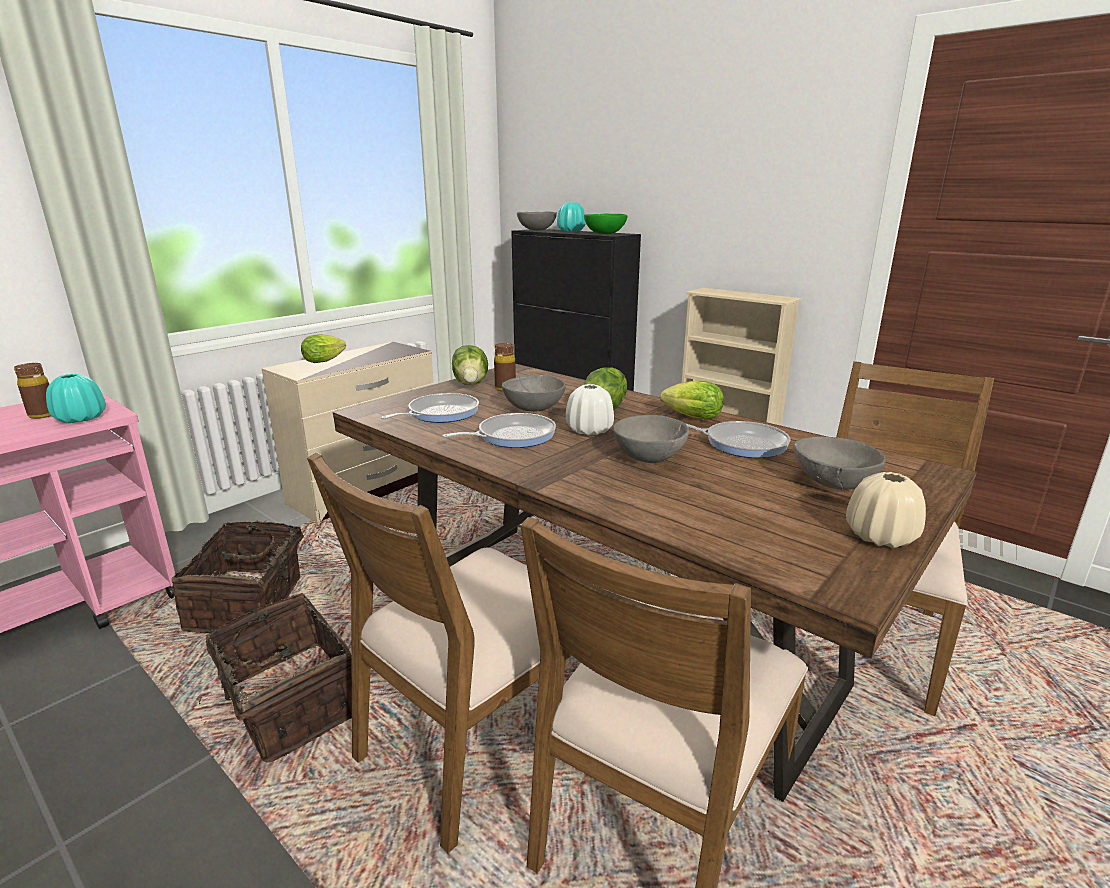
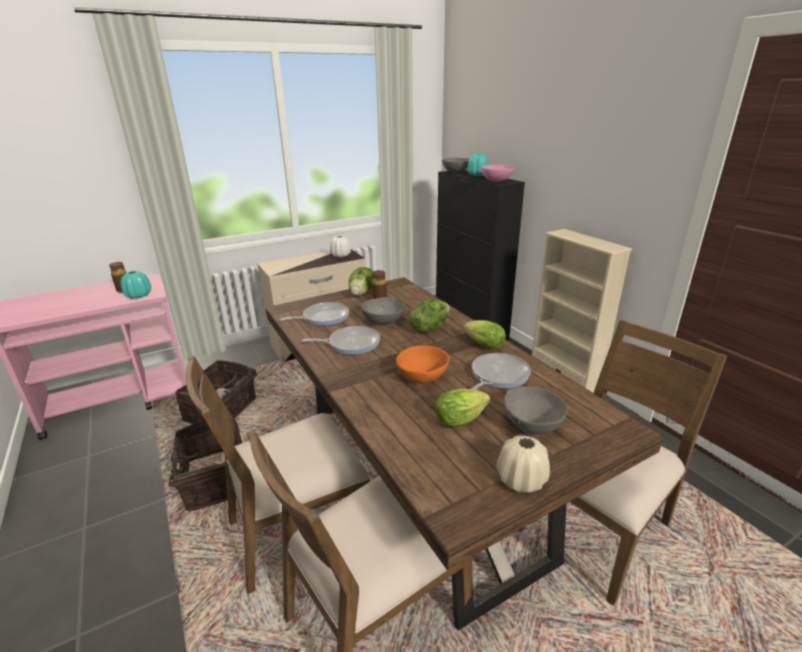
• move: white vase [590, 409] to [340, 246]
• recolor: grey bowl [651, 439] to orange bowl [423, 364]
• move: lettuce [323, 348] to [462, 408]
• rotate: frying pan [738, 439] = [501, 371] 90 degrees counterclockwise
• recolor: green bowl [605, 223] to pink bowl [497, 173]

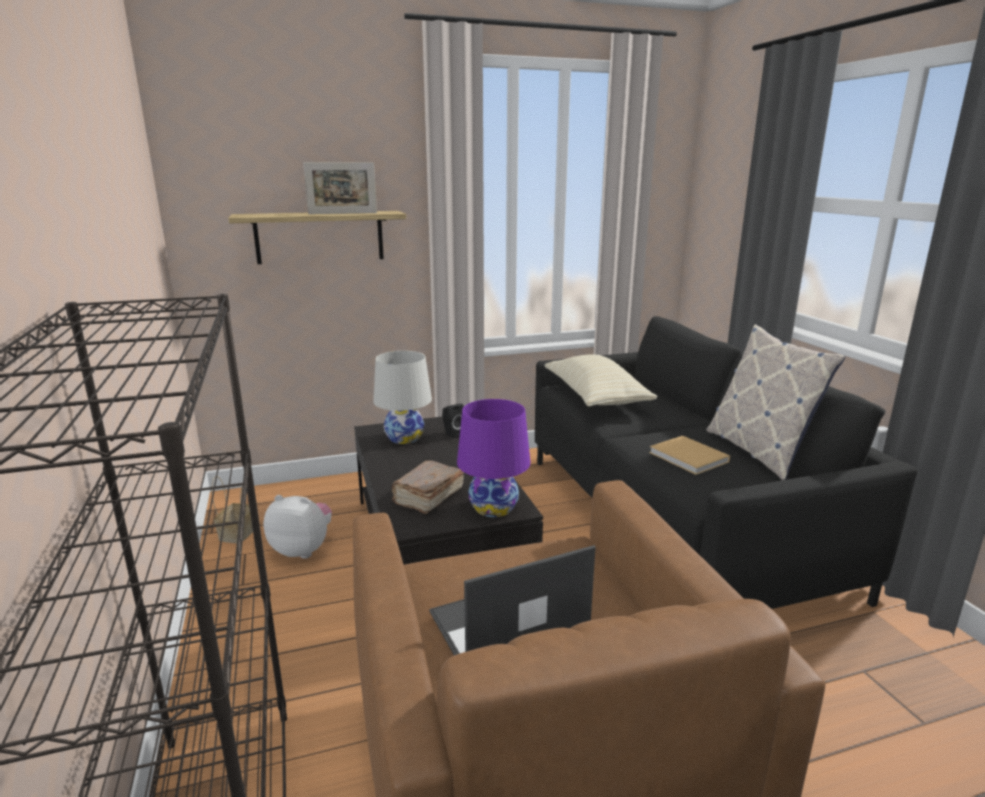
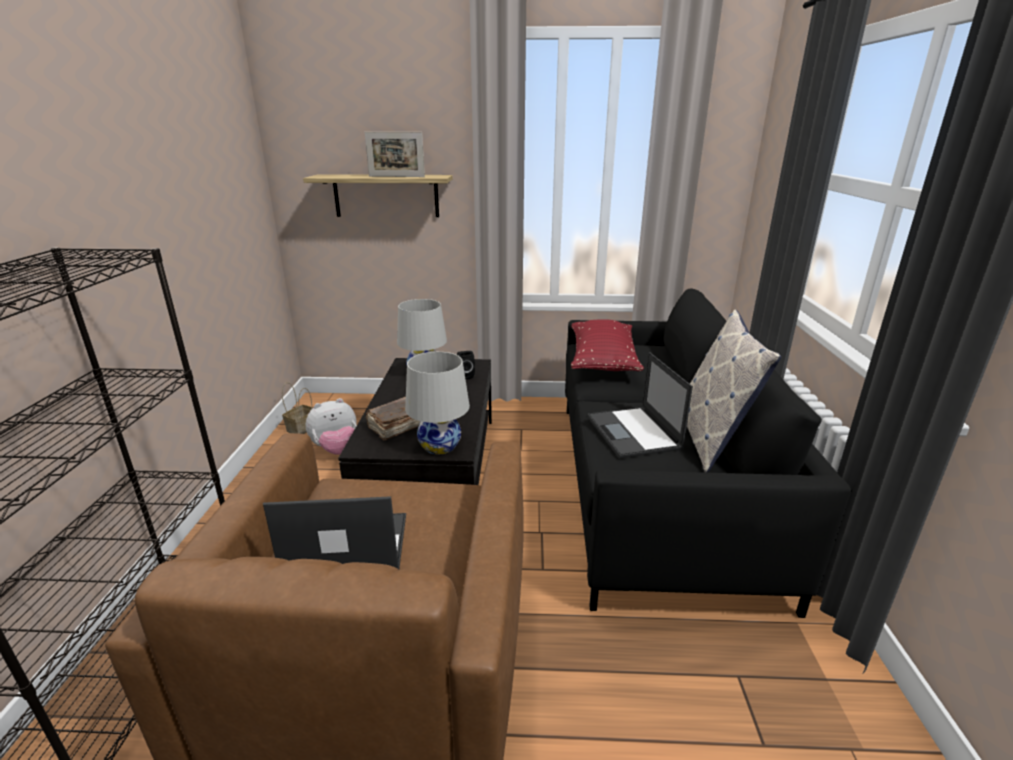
• rotate: plush toy [297, 527] = [331, 426] 120 degrees clockwise
• recolor: purple table lamp [493, 458] to white table lamp [437, 403]
• recolor: beige pillow [600, 380] to red pillow [607, 345]
• replace: beige book [689, 455] to laptop [640, 405]

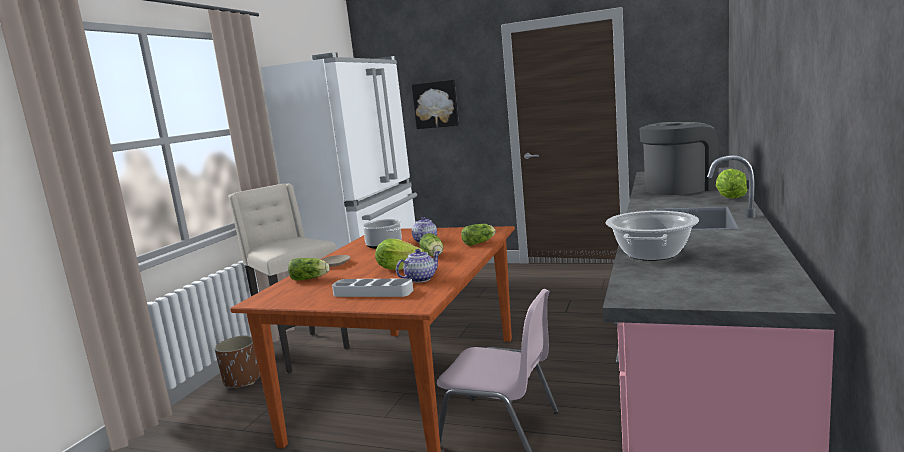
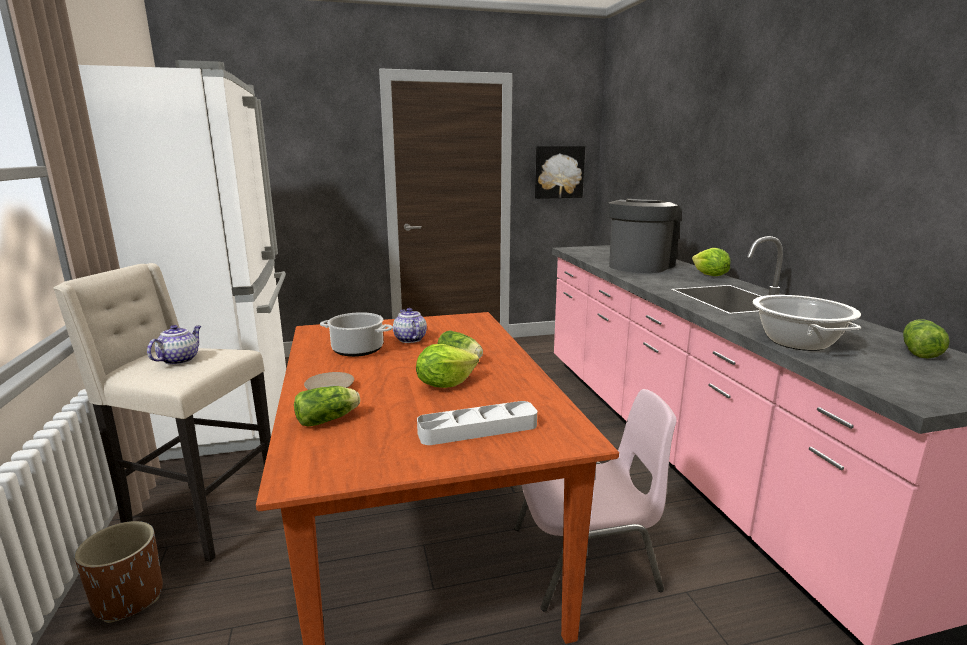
• move: teapot [418, 266] to [174, 345]
• move: picture [435, 104] to [560, 172]
• move: lettuce [478, 235] to [926, 339]

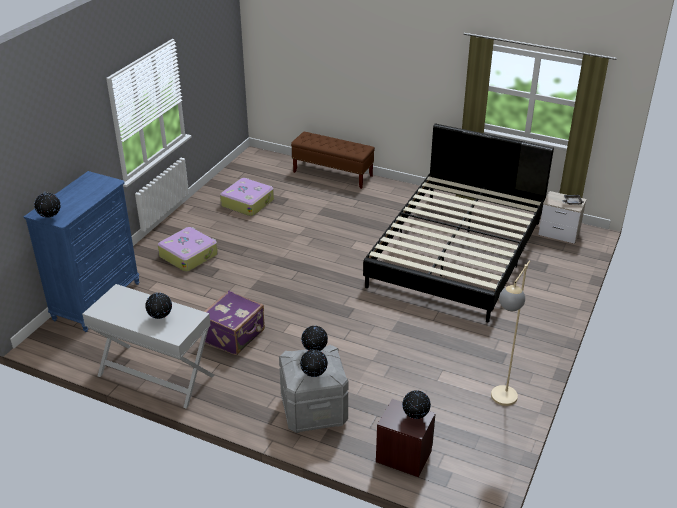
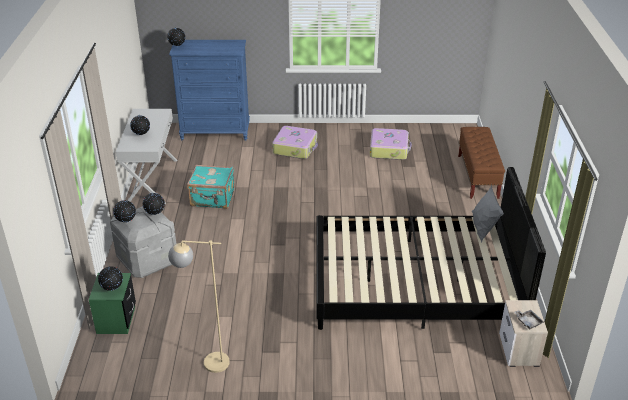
• recolor: brown nightstand [406, 438] to green nightstand [112, 303]
• recolor: purple suitcase [234, 322] to turquoise suitcase [211, 187]
• insert: grey pillow [488, 214]

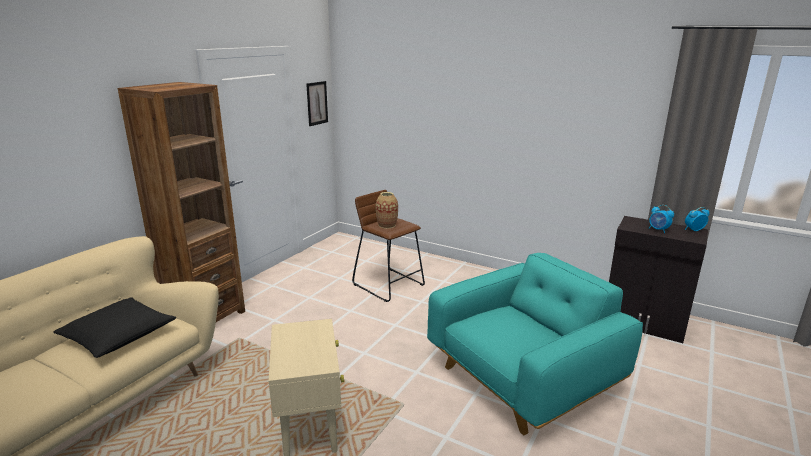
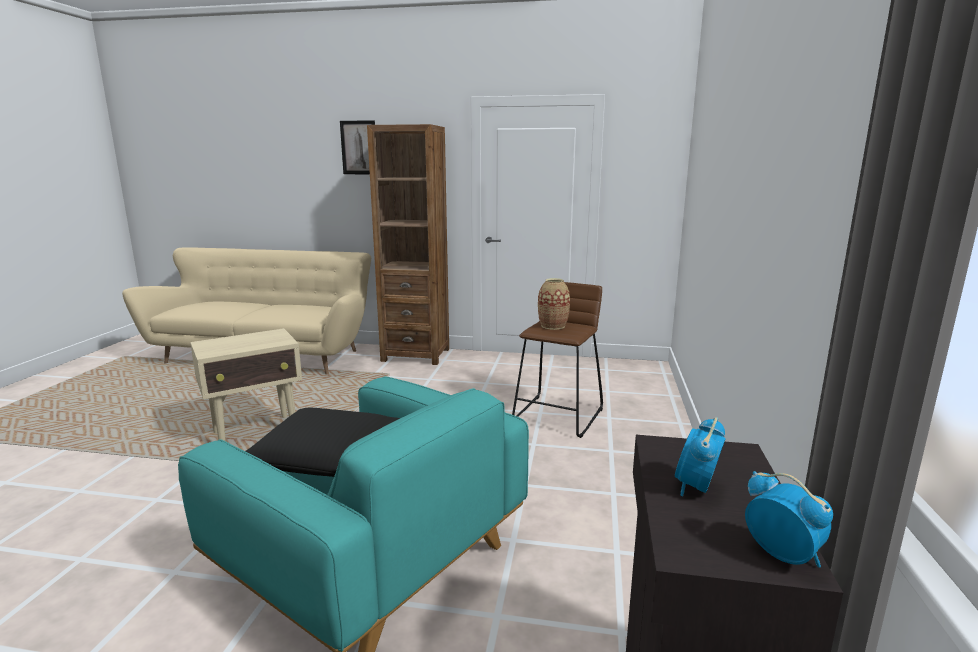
• move: black pillow [114, 327] to [323, 442]
• move: picture [317, 103] to [357, 147]

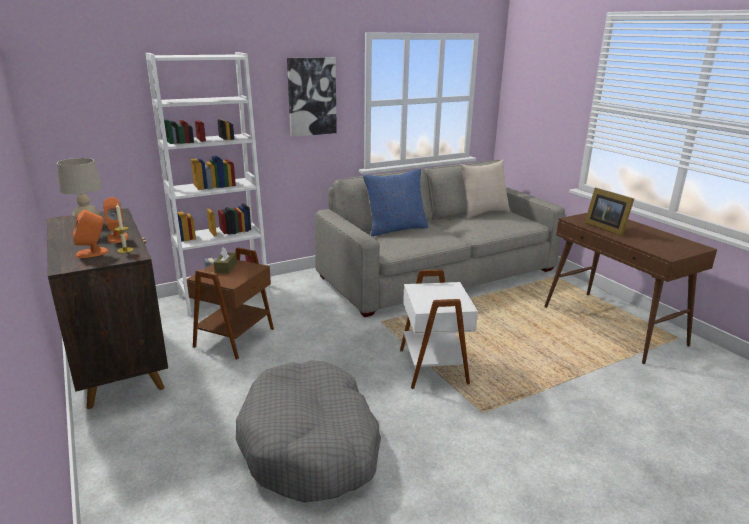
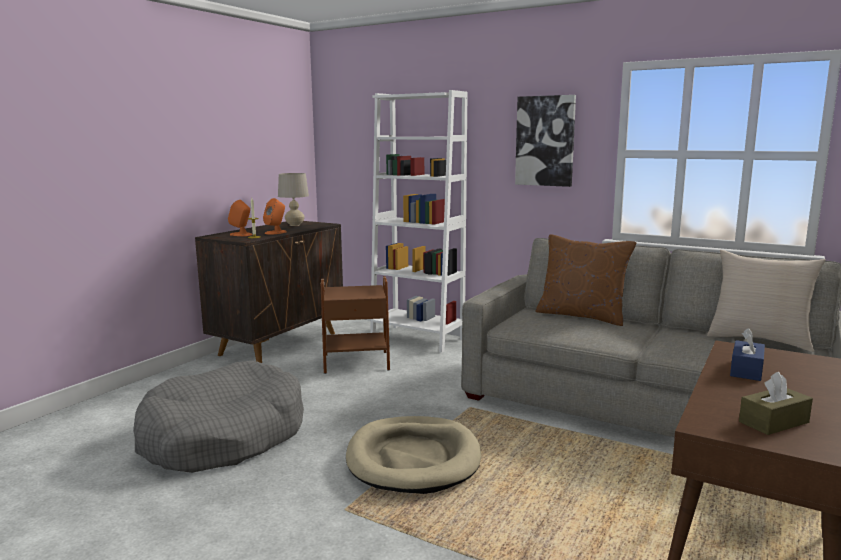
• replace: white side table [439, 329] to beige dog bed [413, 455]
• recolor: blue pillow [395, 202] to brown pillow [585, 280]
• replace: picture frame [609, 212] to blue tissue box [747, 354]
• move: brown tissue box [225, 260] to [776, 403]

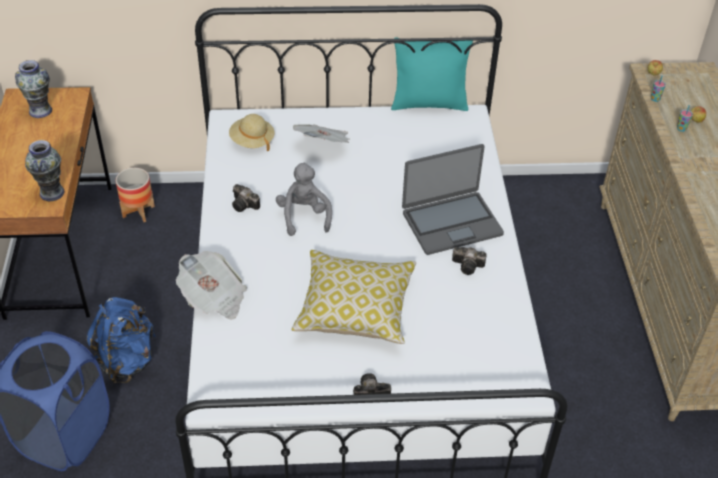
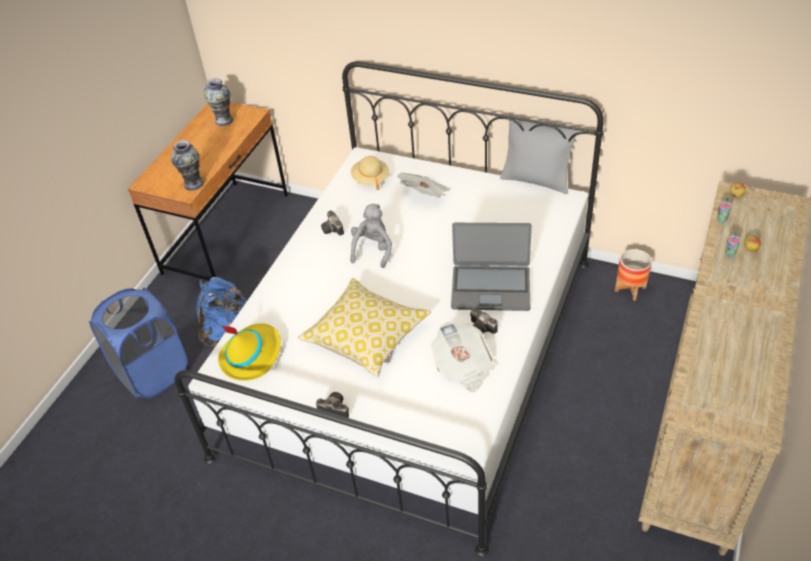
• insert: yellow hat [249, 352]
• move: newspaper [211, 285] to [463, 357]
• recolor: turquoise pillow [432, 74] to grey pillow [539, 154]
• move: planter [135, 195] to [633, 275]

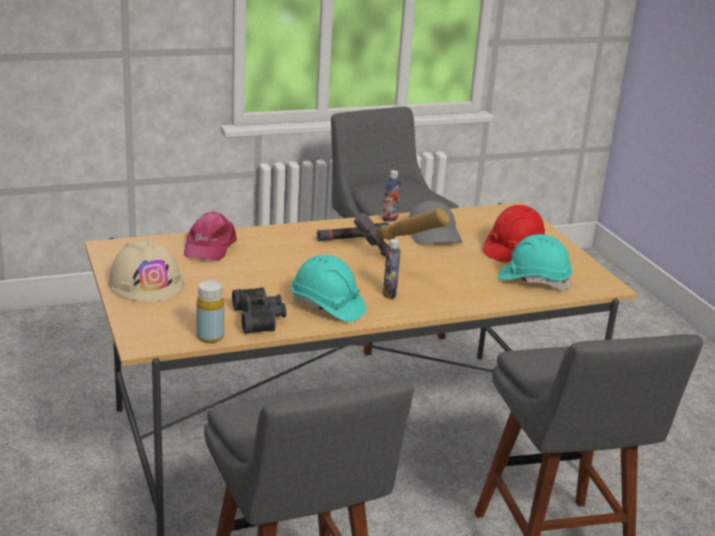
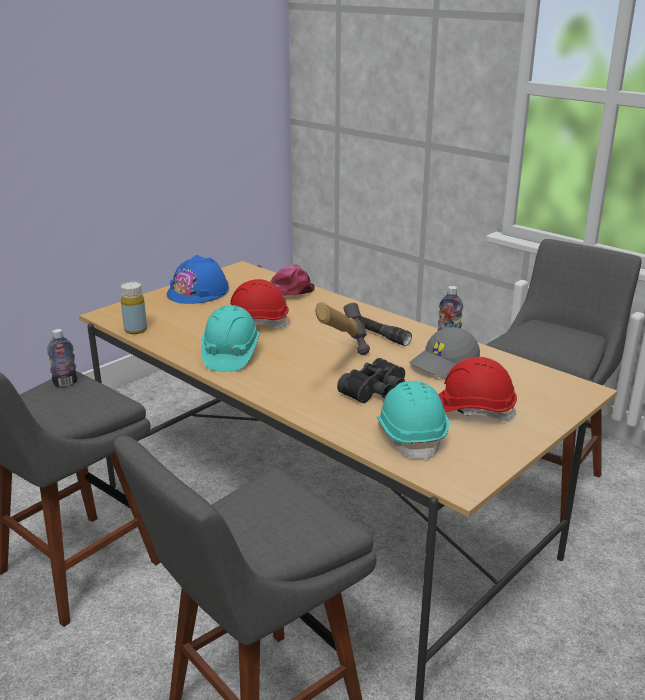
• move: bottle [392, 269] to [62, 358]
• recolor: beige hard hat [146, 270] to blue hard hat [198, 279]
• insert: red hard hat [260, 303]
• move: black binoculars [259, 310] to [371, 380]

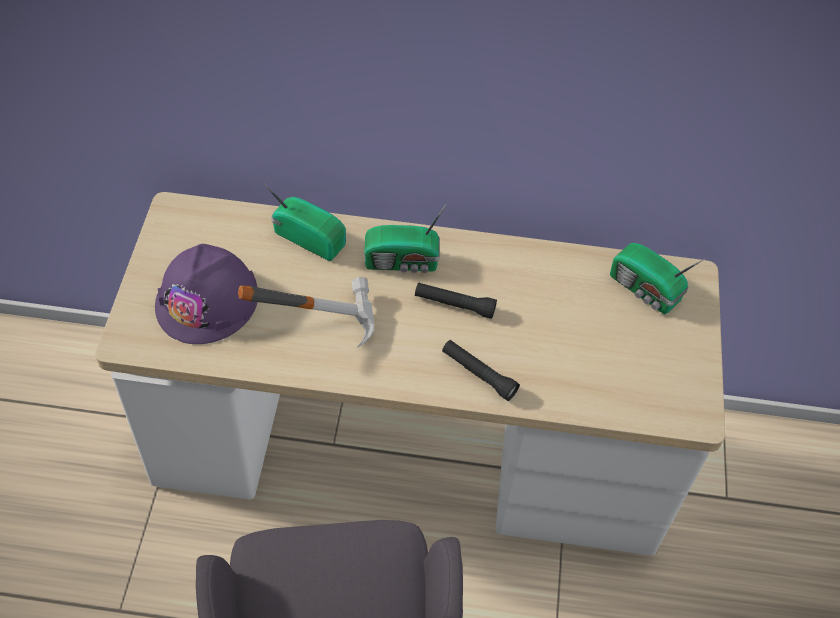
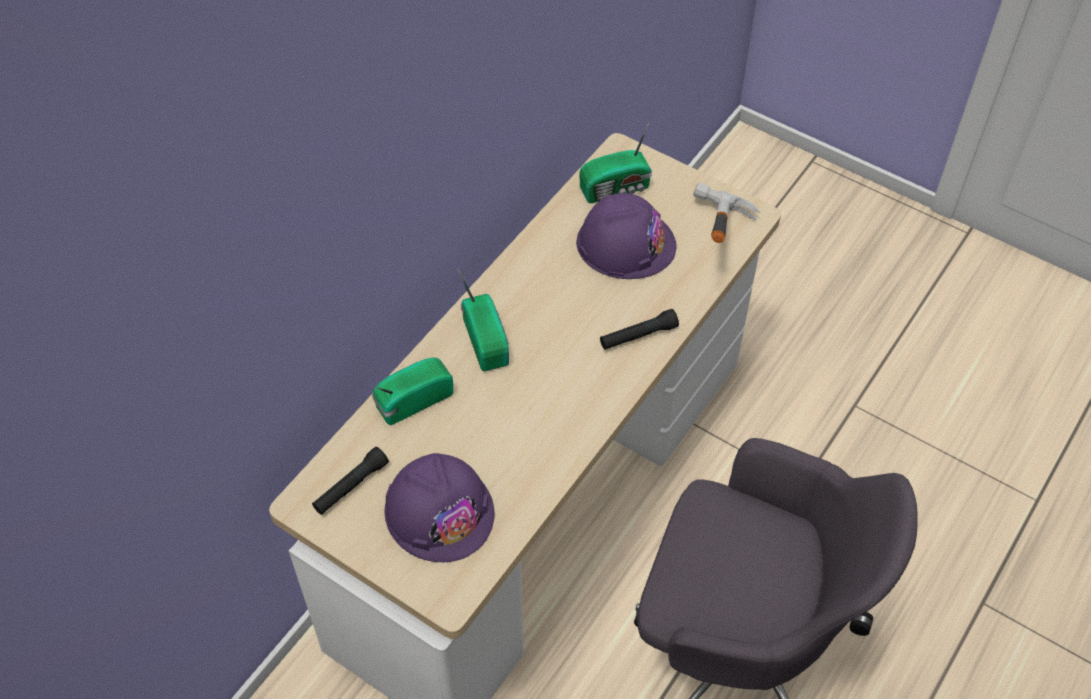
• move: black flashlight [456, 300] to [350, 481]
• rotate: radio [405, 238] = [483, 319] 45 degrees counterclockwise
• insert: purple hard hat [626, 236]
• move: hammer [306, 313] to [726, 213]

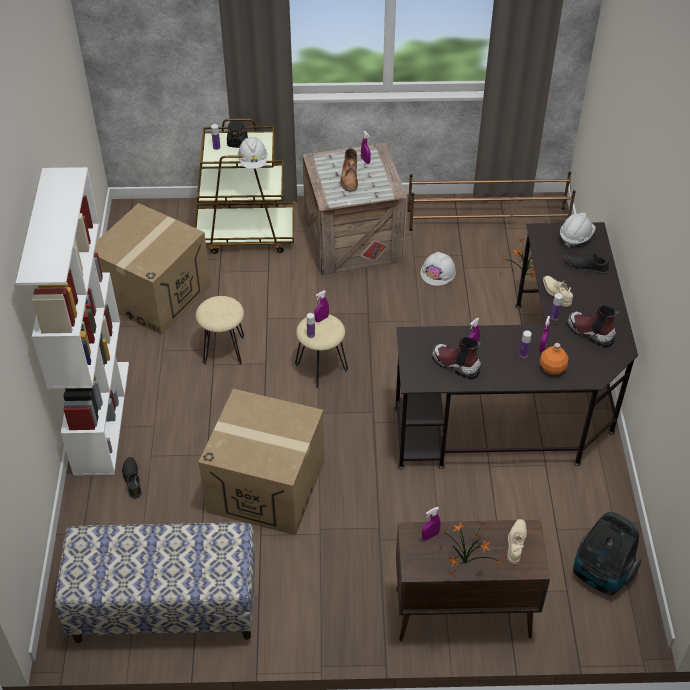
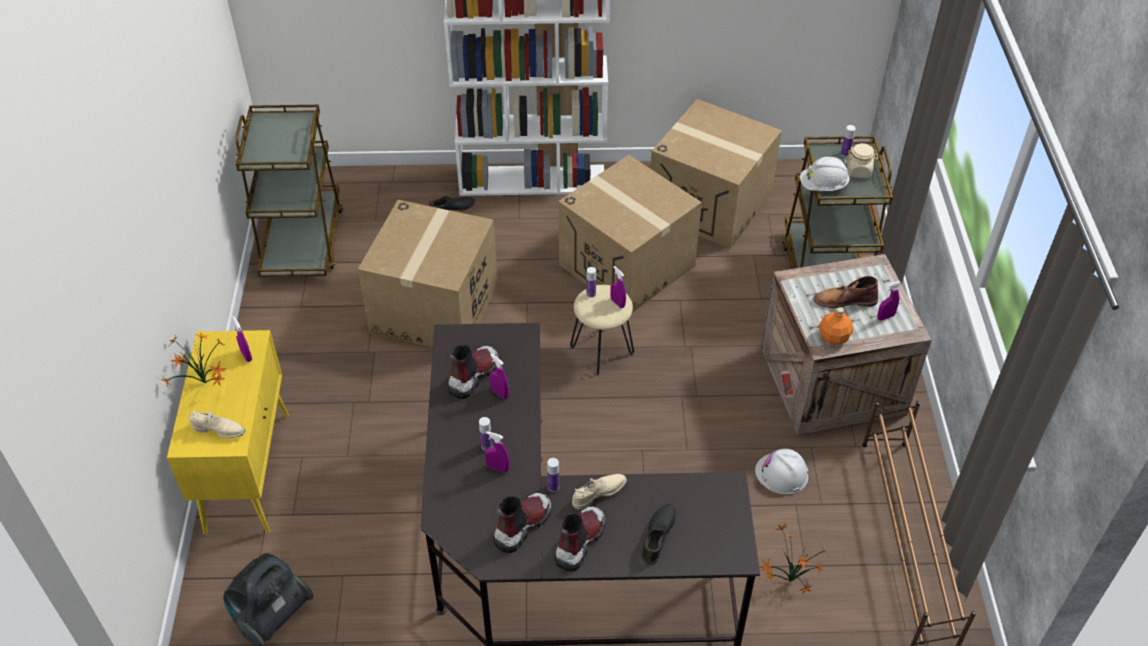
• recolor: brown cabinet [473, 580] to yellow cabinet [228, 432]
• replace: bench [155, 582] to brown cart [290, 191]
• insert: boot [580, 539]
• replace: beige stool [220, 330] to cardboard box [630, 234]
• move: orange bottle [554, 359] to [836, 326]
• recolor: black jar [237, 134] to beige jar [862, 160]
• delete: white hard hat [578, 230]

